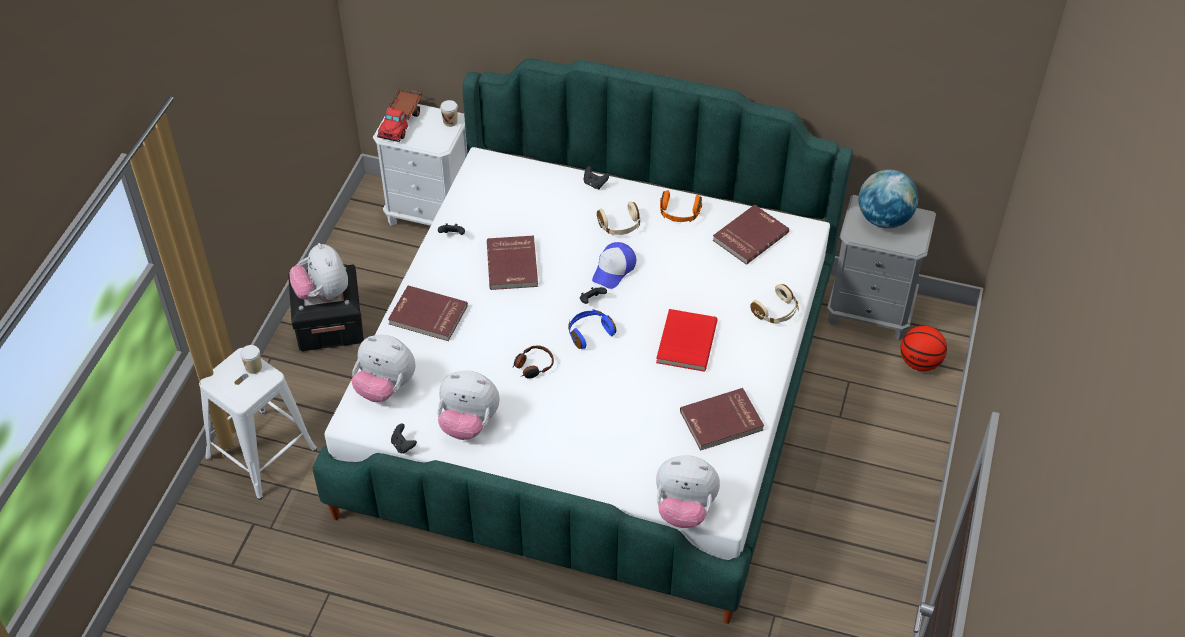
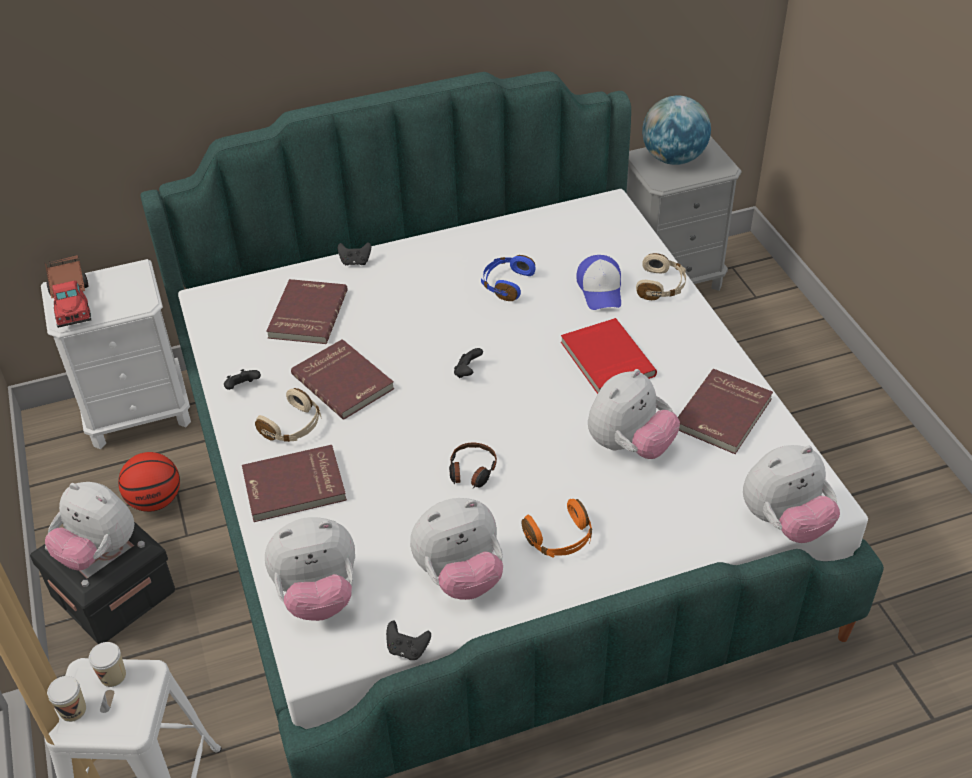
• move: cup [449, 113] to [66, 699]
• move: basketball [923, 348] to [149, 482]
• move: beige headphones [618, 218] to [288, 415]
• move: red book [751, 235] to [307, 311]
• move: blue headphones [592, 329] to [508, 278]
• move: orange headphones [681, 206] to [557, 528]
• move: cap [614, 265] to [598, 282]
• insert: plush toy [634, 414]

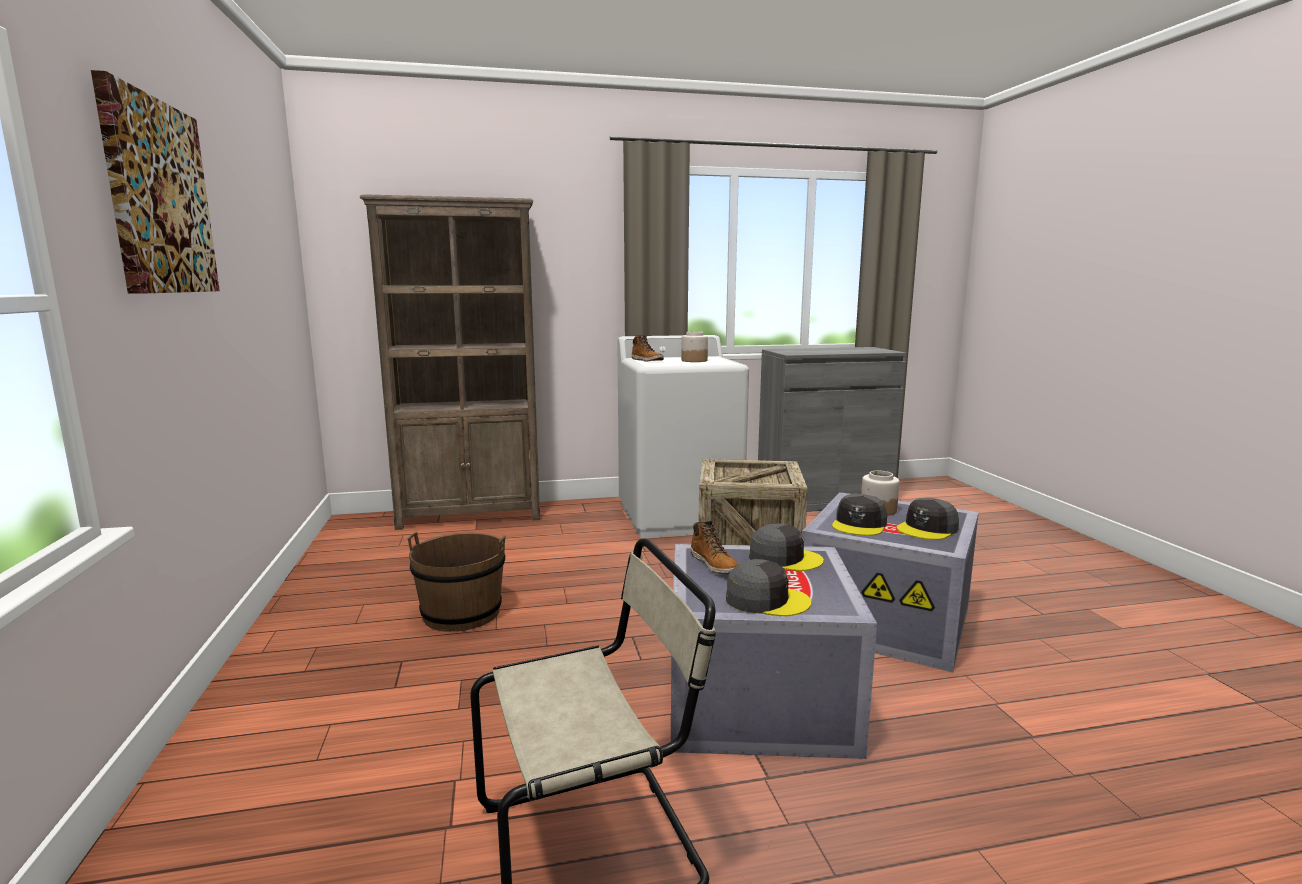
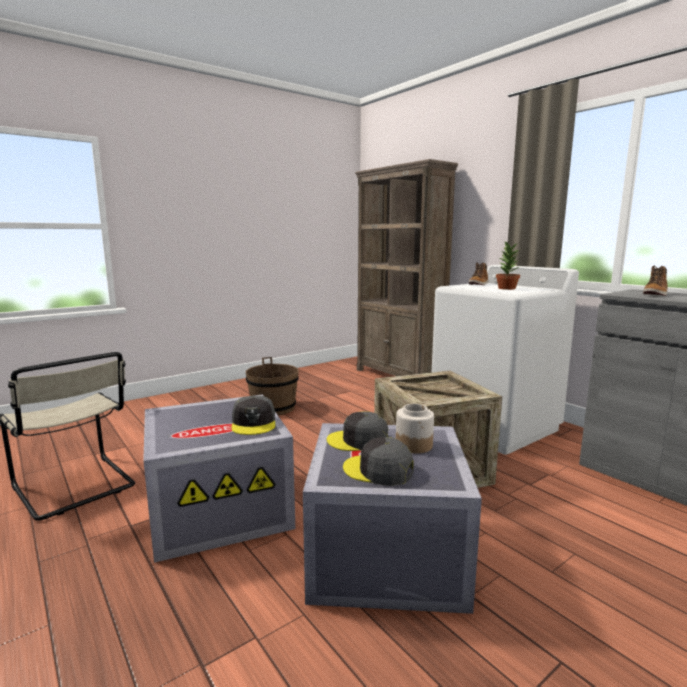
• replace: jar [694, 346] to potted plant [508, 265]
• move: boot [715, 547] to [655, 281]
• delete: picture [155, 182]
• delete: grey cap [768, 587]

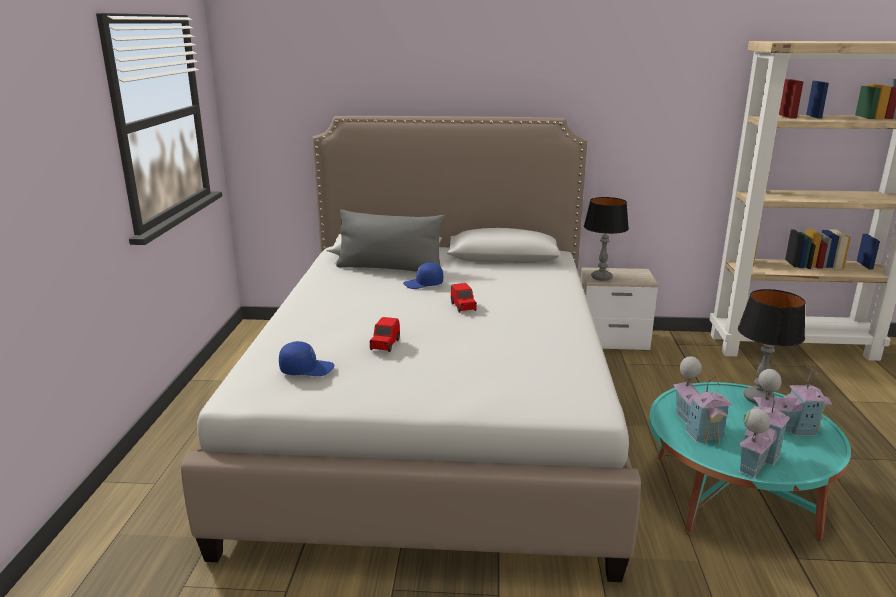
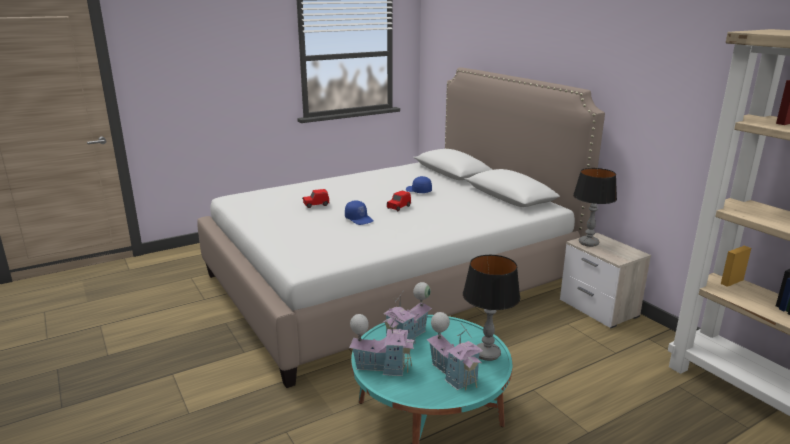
• move: blue cap [306, 358] to [359, 212]
• delete: grey pillow [390, 241]

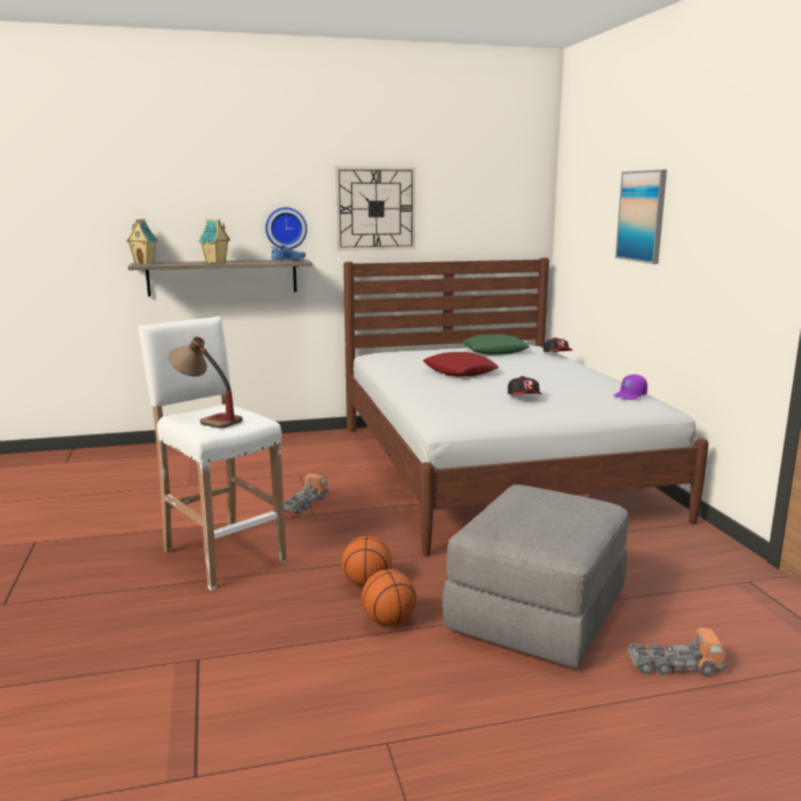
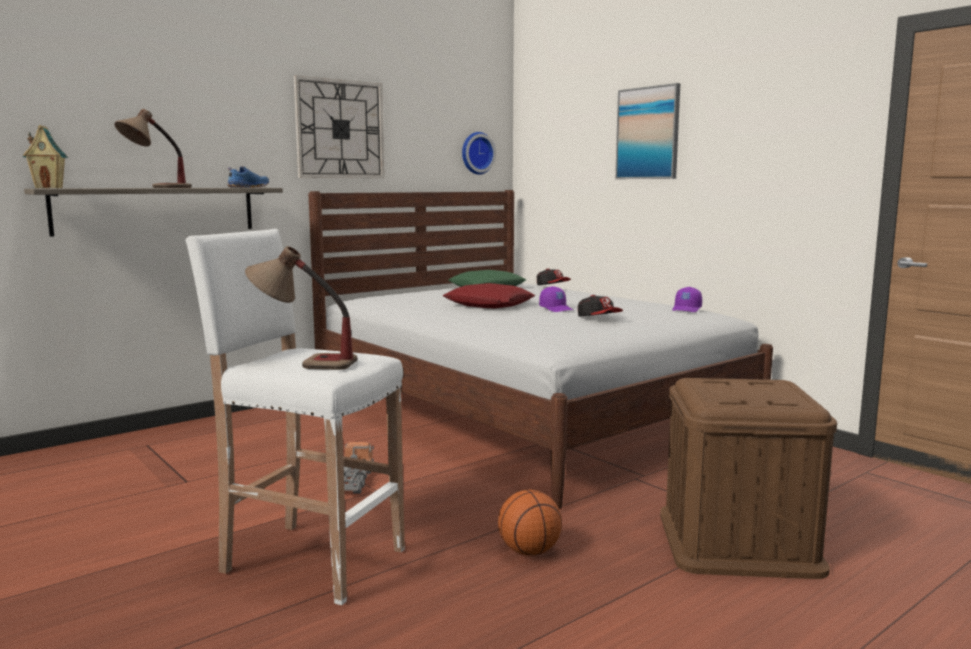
• replace: toy house [214, 241] to table lamp [153, 148]
• move: wall clock [286, 228] to [479, 153]
• insert: purple cap [556, 299]
• replace: grey ottoman [535, 576] to brown storage box [748, 478]
• delete: basketball [389, 597]
• delete: toy truck [676, 652]

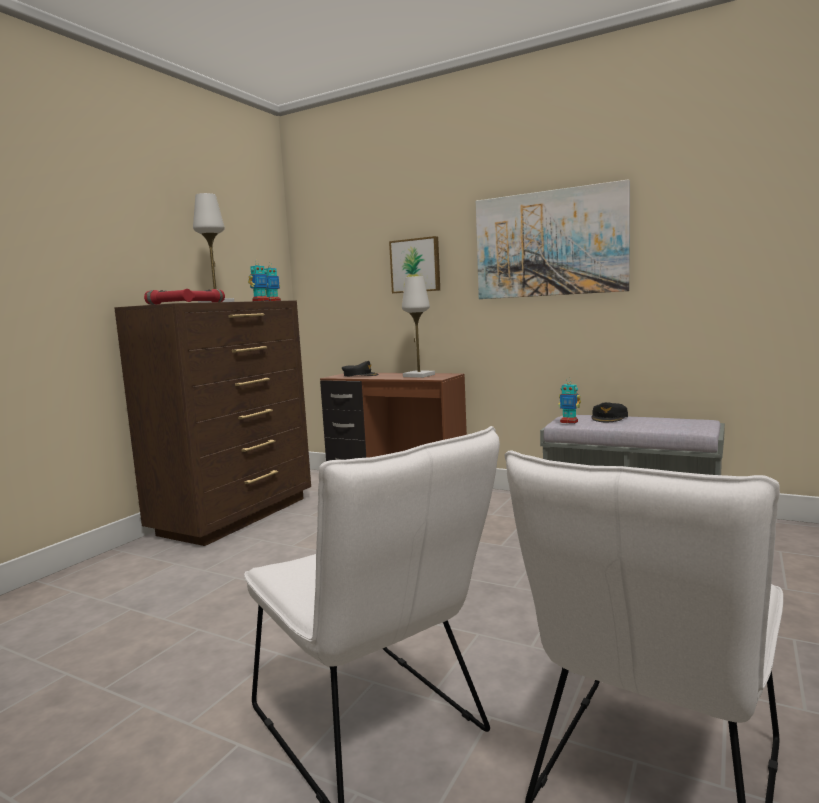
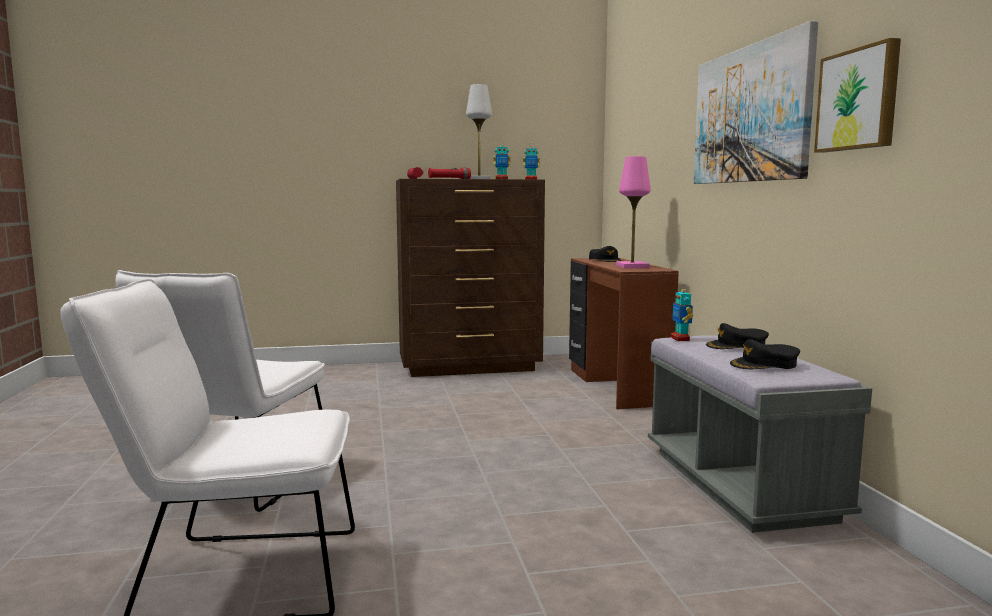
• recolor: white table lamp [418, 327] to pink table lamp [633, 212]
• insert: black cap [765, 354]
• move: picture [414, 264] to [857, 95]

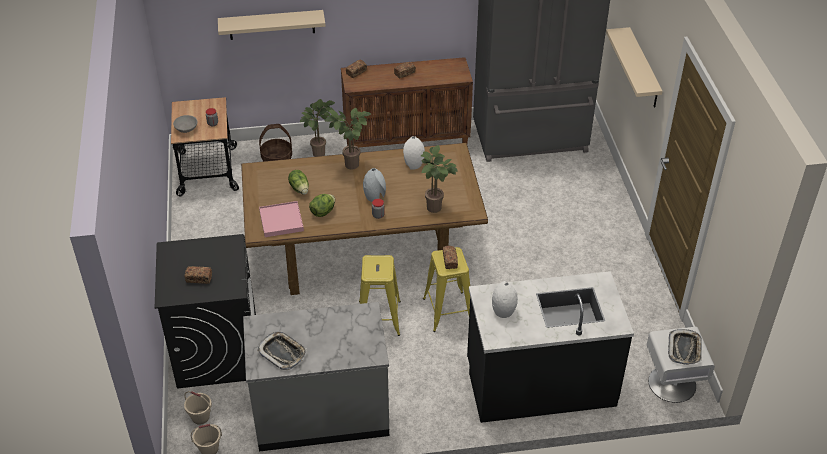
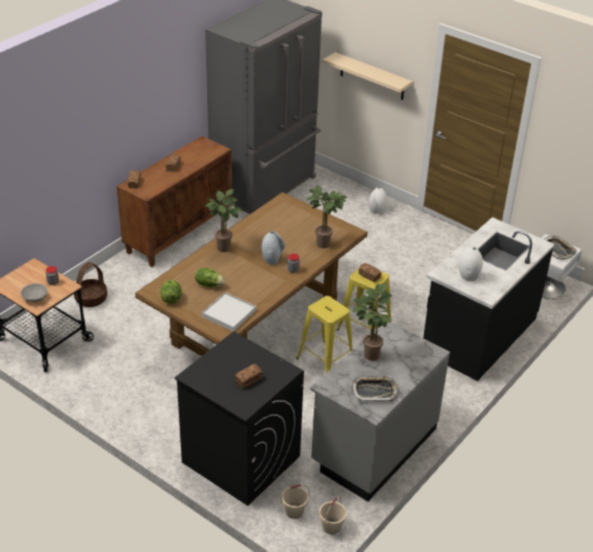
• move: lettuce [322, 205] to [170, 292]
• recolor: pink tray [281, 219] to white tray [229, 311]
• move: potted plant [317, 128] to [372, 322]
• move: white vase [414, 153] to [378, 201]
• delete: beige shelf [271, 25]

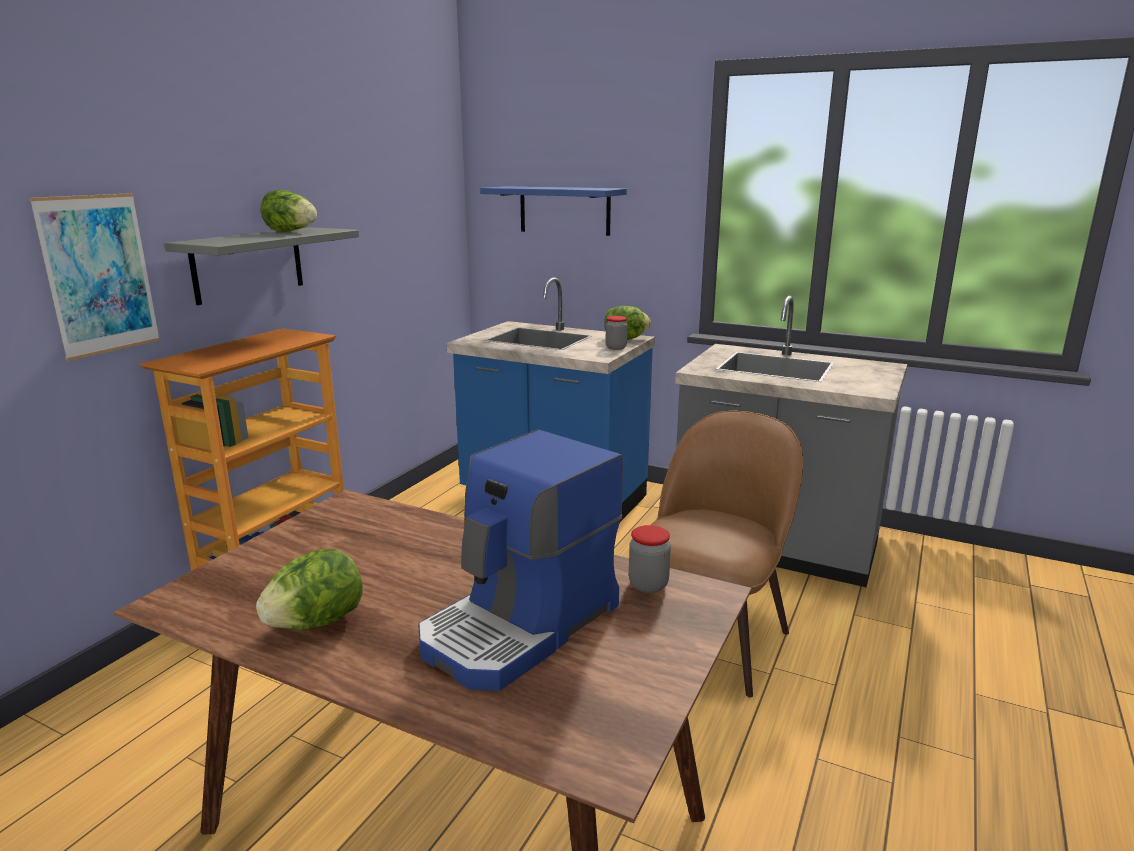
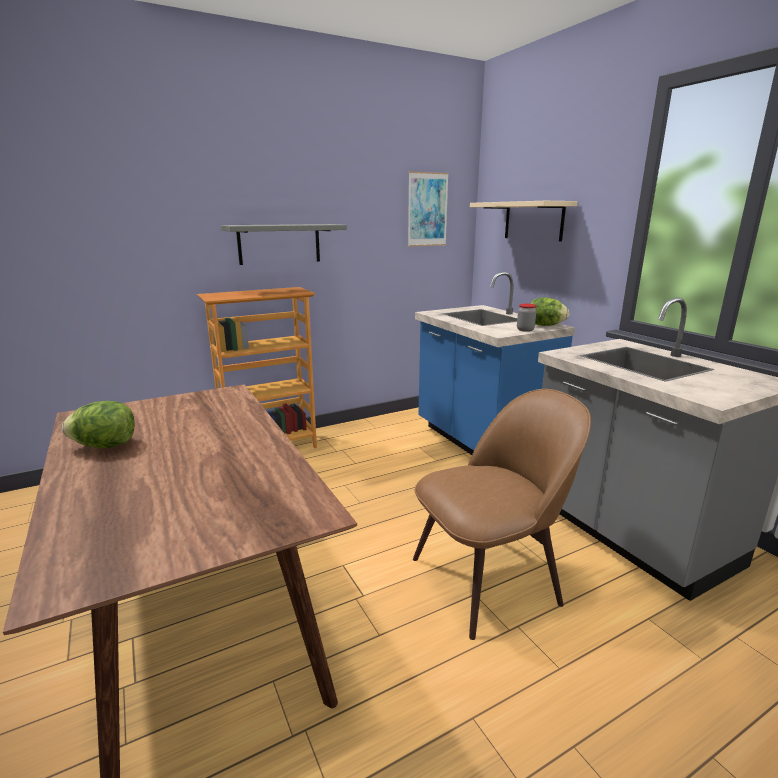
• move: picture [95, 277] to [428, 209]
• recolor: blue shelf [553, 211] to beige shelf [524, 221]
• delete: lettuce [289, 211]
• delete: coffee machine [520, 560]
• delete: jar [650, 559]

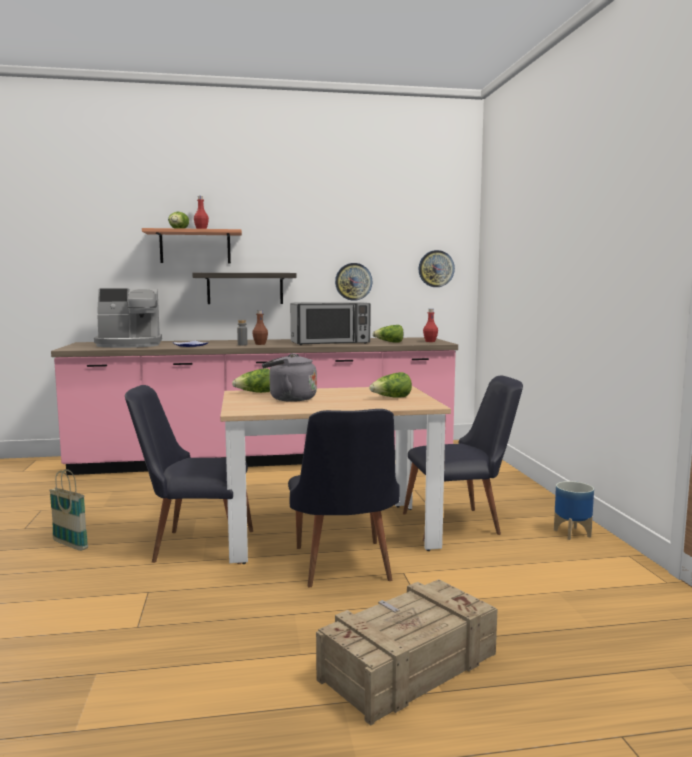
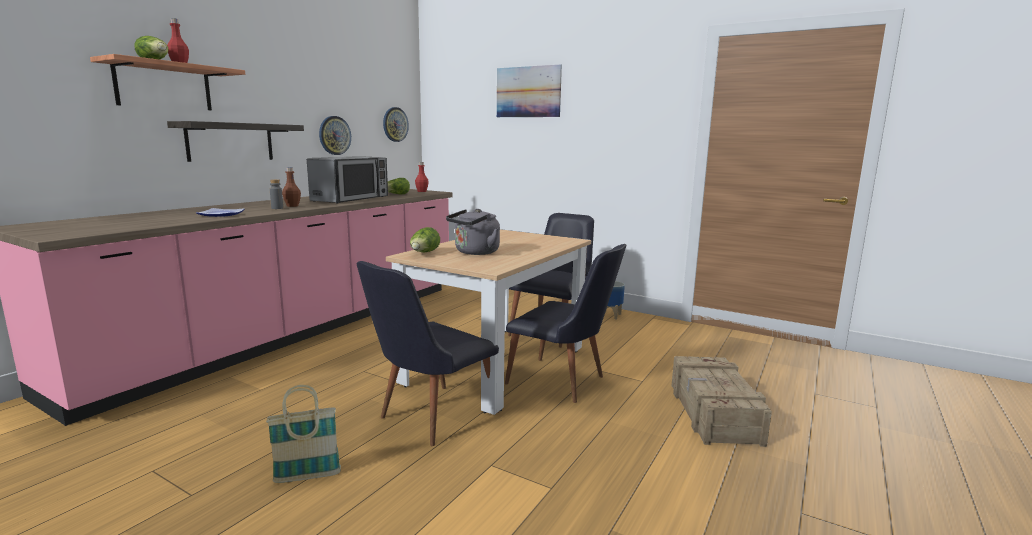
• insert: picture [529, 90]
• delete: coffee machine [128, 318]
• delete: lettuce [390, 385]

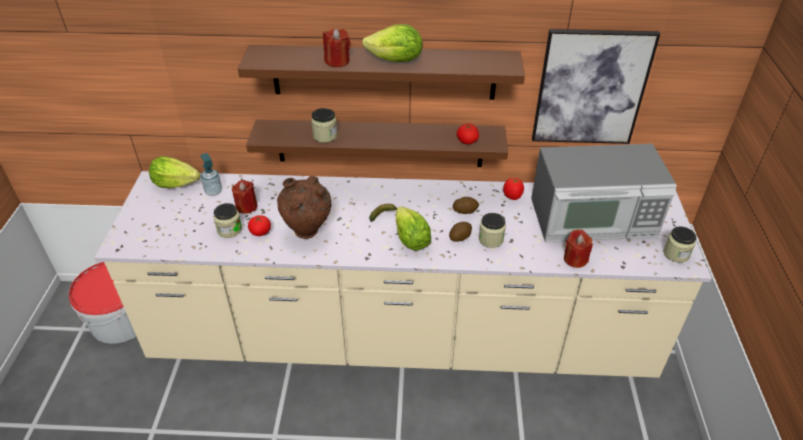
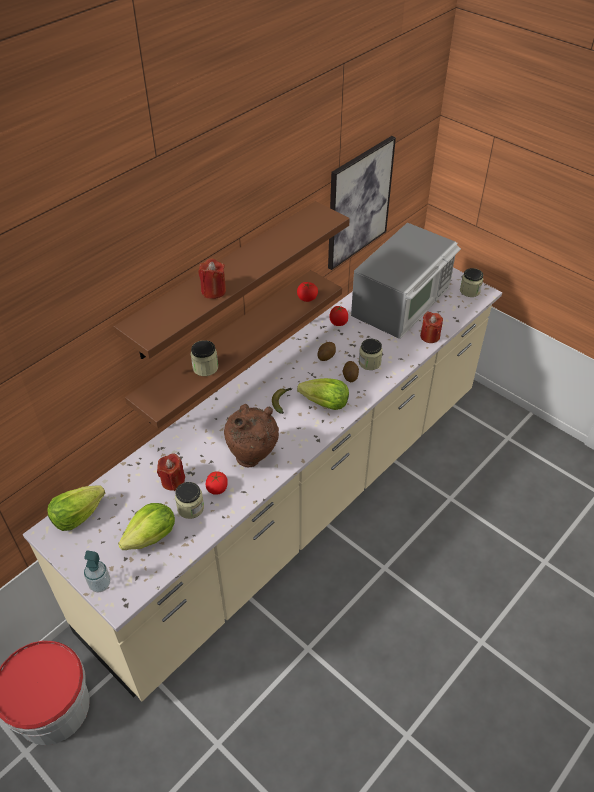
• move: soap dispenser [211, 174] to [97, 571]
• move: lettuce [392, 43] to [146, 526]

